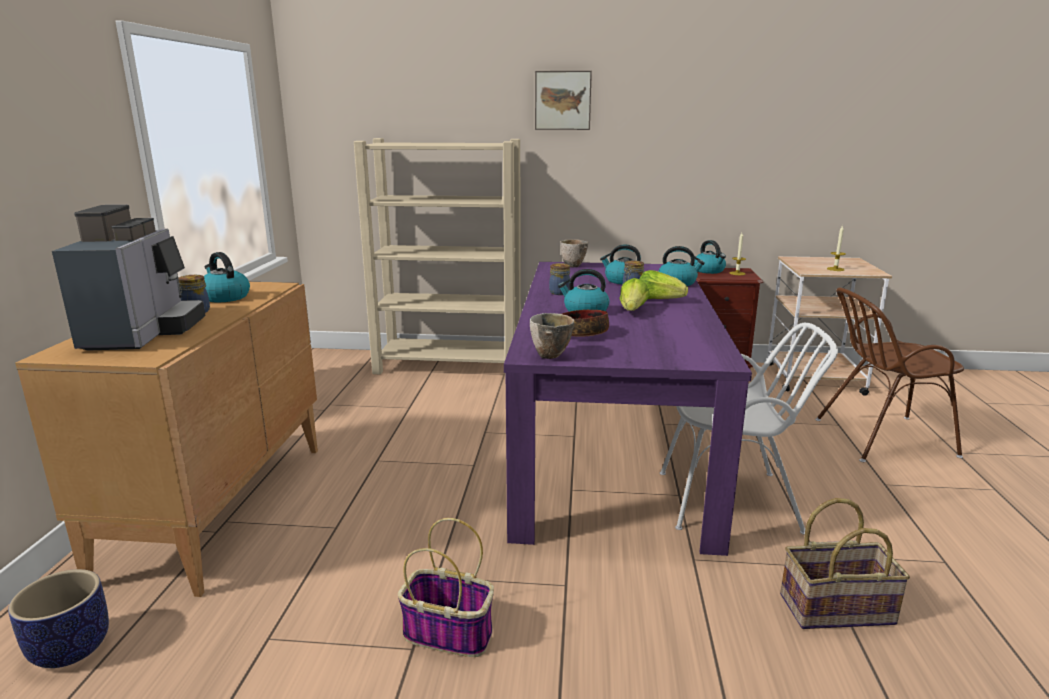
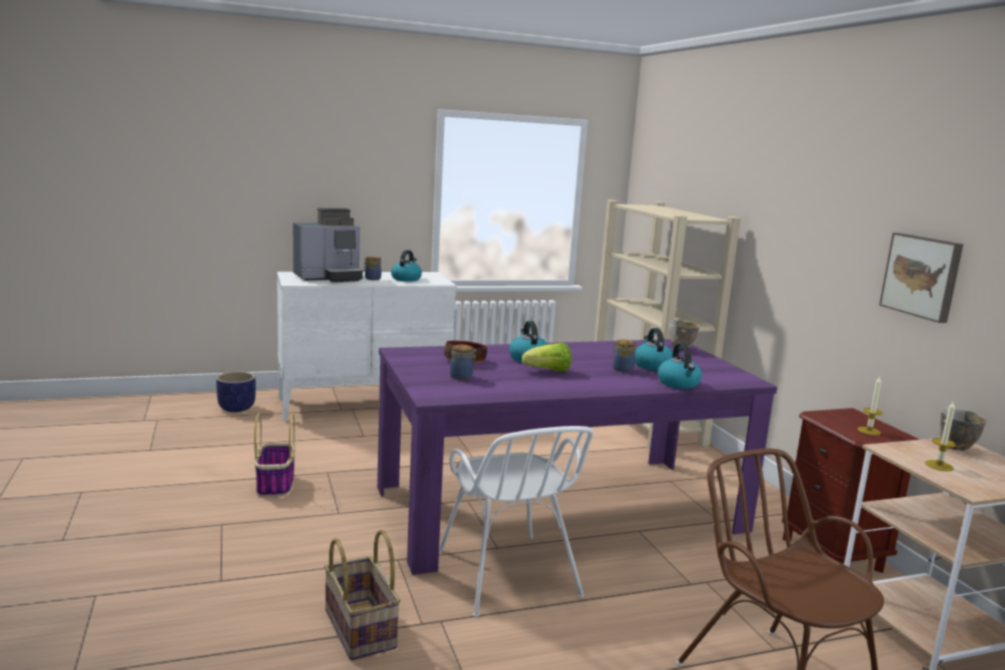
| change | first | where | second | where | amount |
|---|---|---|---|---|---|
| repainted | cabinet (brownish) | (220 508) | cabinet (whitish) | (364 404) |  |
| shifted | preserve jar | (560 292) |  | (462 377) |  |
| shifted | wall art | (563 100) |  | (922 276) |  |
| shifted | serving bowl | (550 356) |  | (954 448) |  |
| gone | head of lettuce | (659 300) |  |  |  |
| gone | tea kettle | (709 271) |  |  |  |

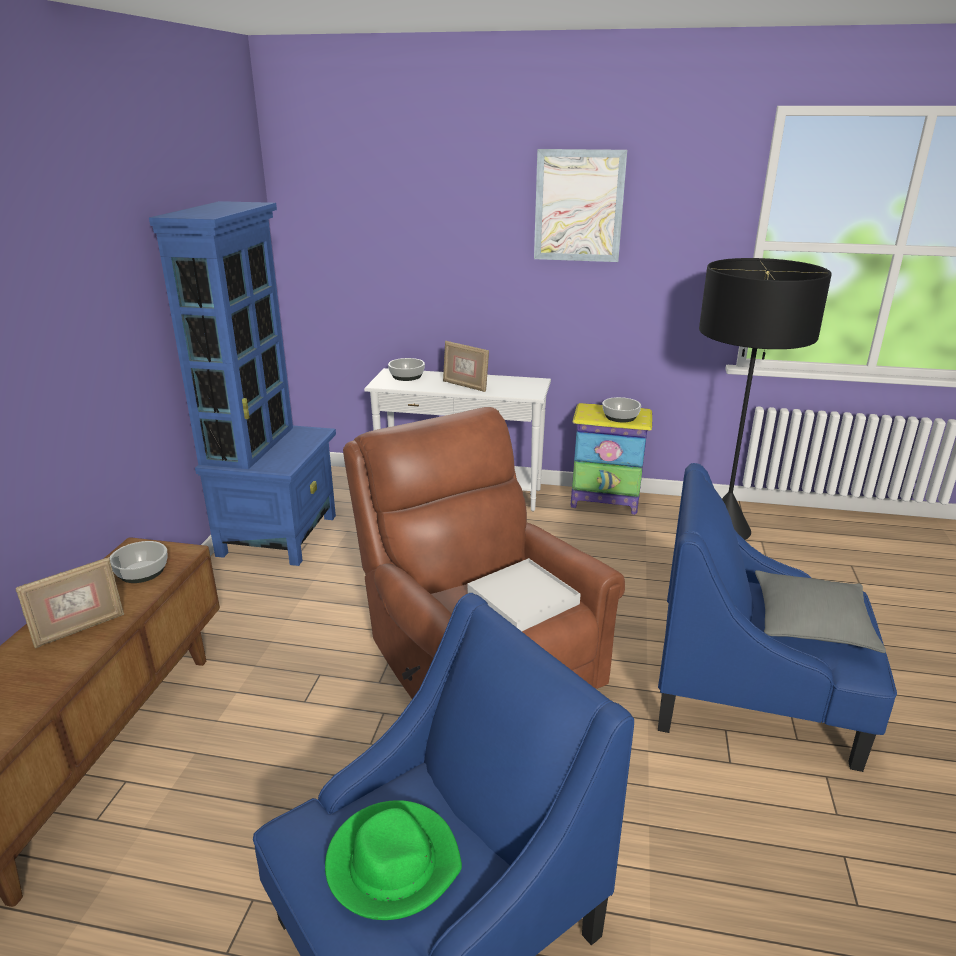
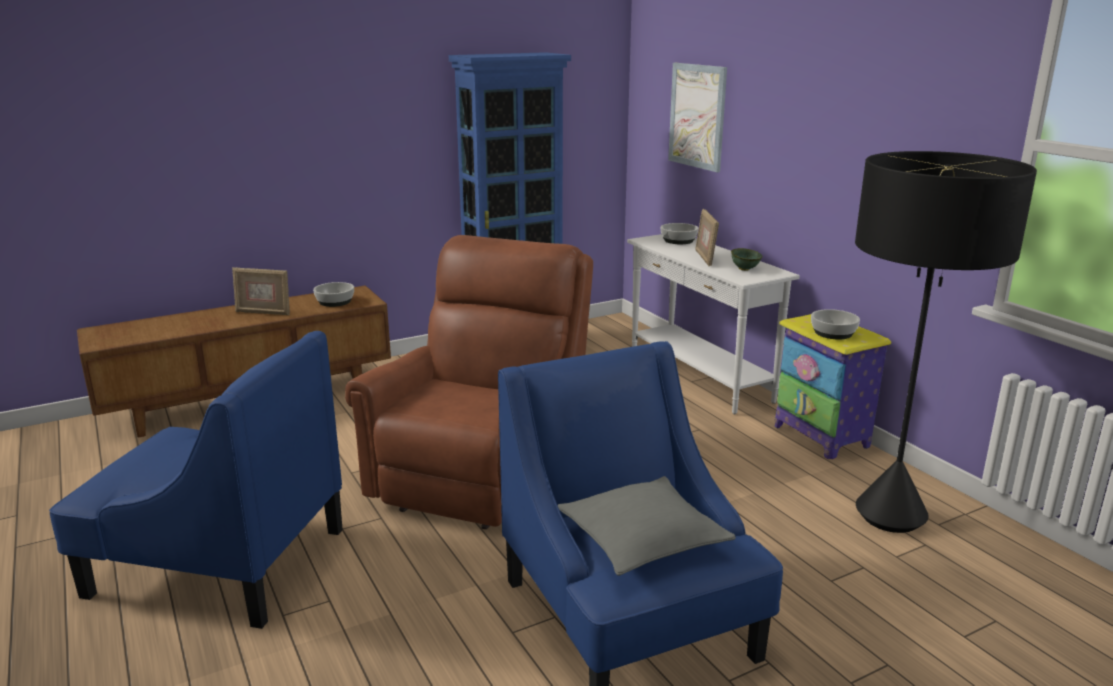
| change | first | where | second | where | amount |
|---|---|---|---|---|---|
| shifted | wall art | (578 206) |  | (697 116) |  |
| new |  |  | serving bowl (greenish) | (745 269) |  |
| gone | clothing hat (greenish) | (392 862) |  |  |  |
| gone | tray (whitish) | (522 598) |  |  |  |

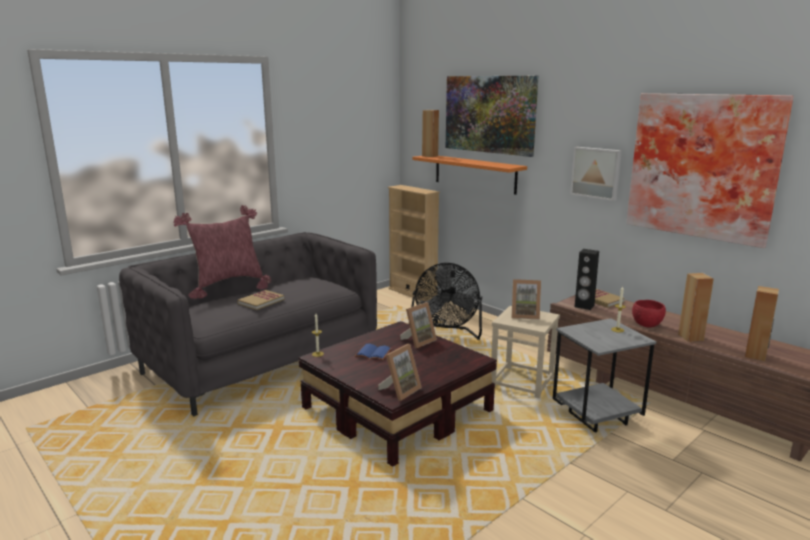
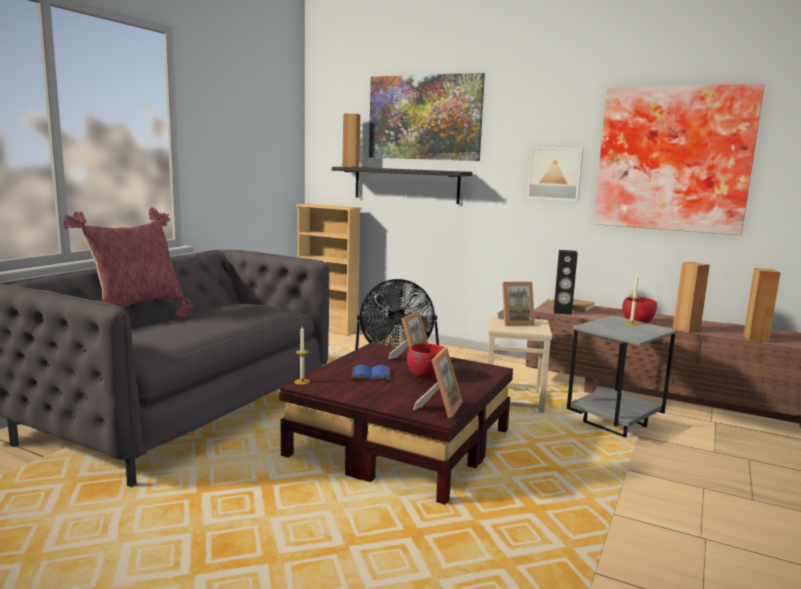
| change | first | where | second | where | amount |
|---|---|---|---|---|---|
| repainted | wall shelf (orange-coloured) | (474 173) | wall shelf (black-coloured) | (406 185) |  |
| new |  |  | serving bowl (red) | (425 376) |  |
| gone | volume | (261 301) |  |  |  |

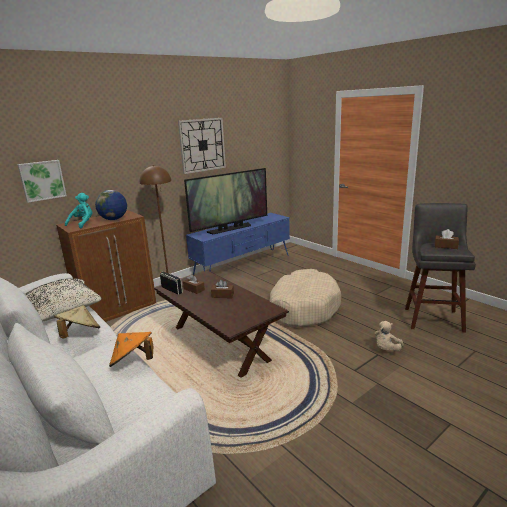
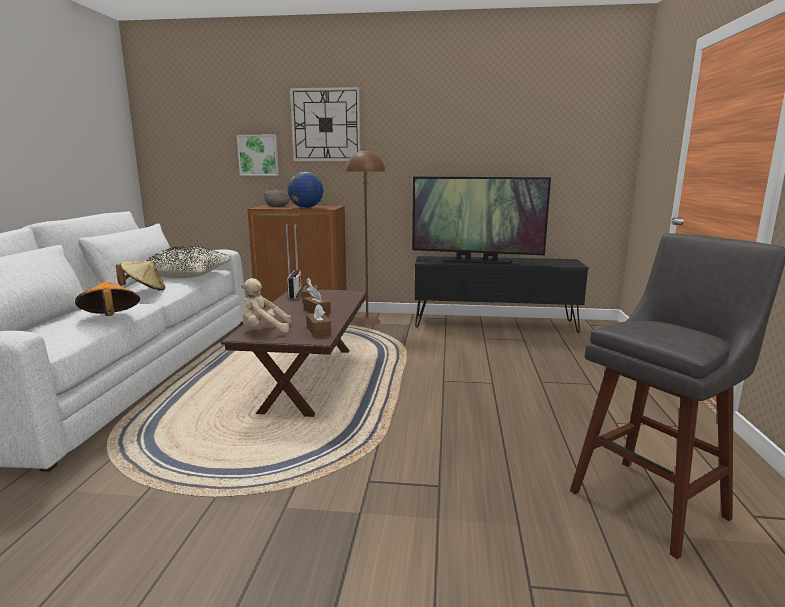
| change | first | where | second | where | amount |
|---|---|---|---|---|---|
| shifted | soft toy (beige) | (386 349) |  | (264 330) |  |
| swapped | soft toy (turquoise) | (83 224) | serving bowl (grey) | (278 206) |  |
| shifted | wall clock | (202 145) |  | (326 125) |  |
| shifted | tissue holder (brownish) | (445 246) |  | (318 331) |  |
| repainted | media console (bluish) | (243 265) | media console (black-coloured) | (495 324) |  |
| gone | pet bed (beige) | (303 307) |  |  |  |

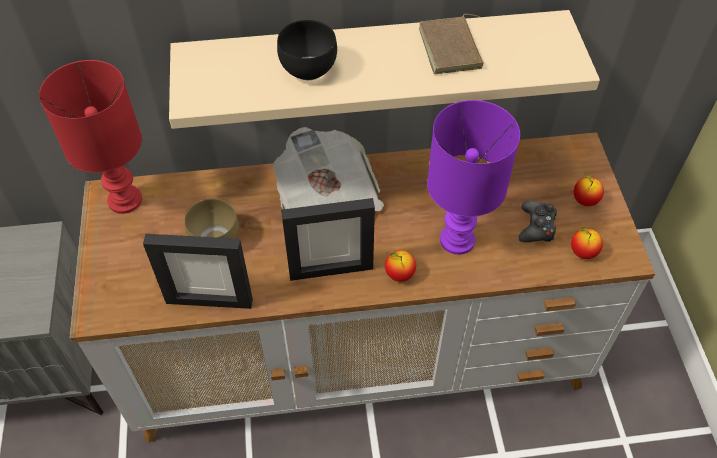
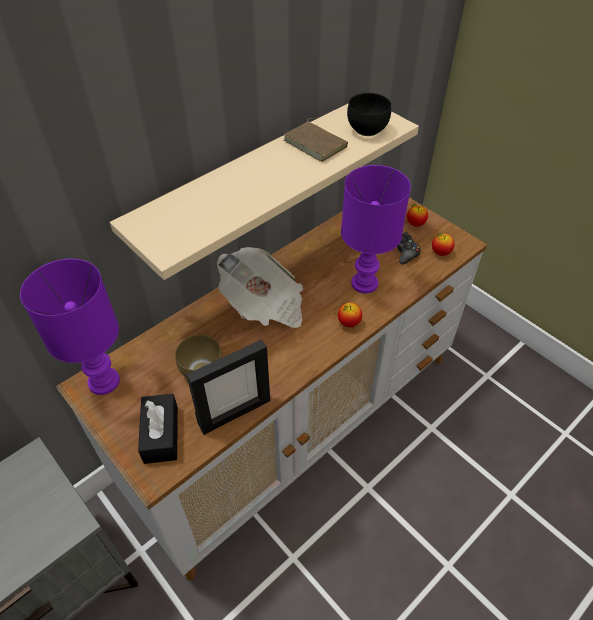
| change | first | where | second | where | amount |
|---|---|---|---|---|---|
| repainted | tabletop lamp (red) | (125 199) | tabletop lamp (purplish) | (103 380) |  |
| new |  |  | tissue holder (black-coloured) | (161 434) |  |
| shifted | serving bowl (black-coloured) | (307 68) |  | (365 129) |  |
| gone | photo frame | (330 268) |  |  |  |

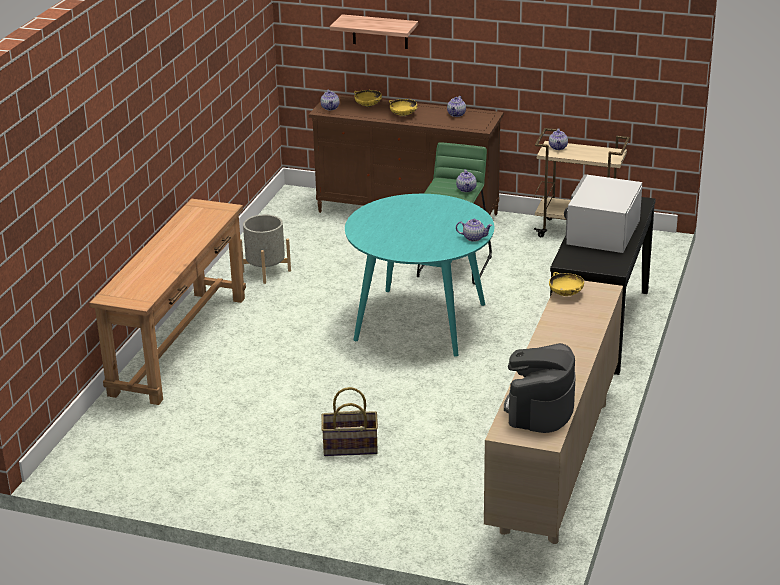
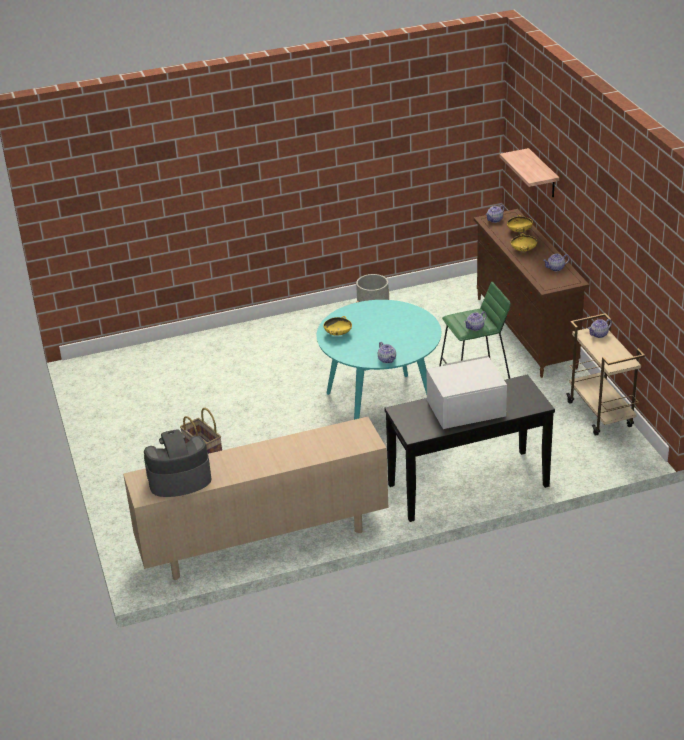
| change | first | where | second | where | amount |
|---|---|---|---|---|---|
| shifted | serving bowl (yellow-coloured) | (566 294) |  | (338 333) |  |
| gone | narrow table (brownish) | (180 344) |  |  |  |

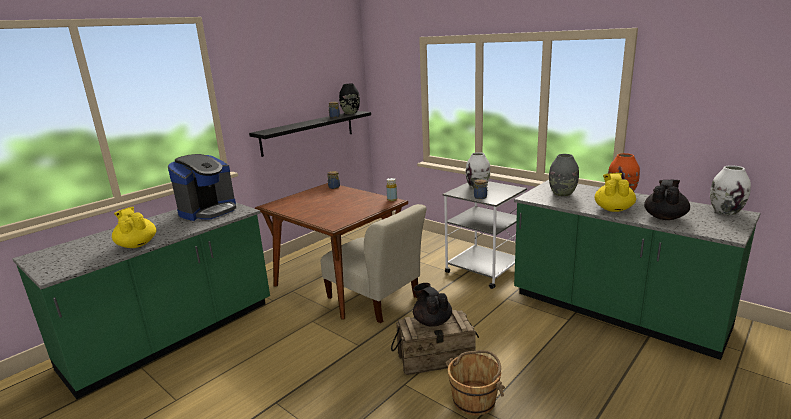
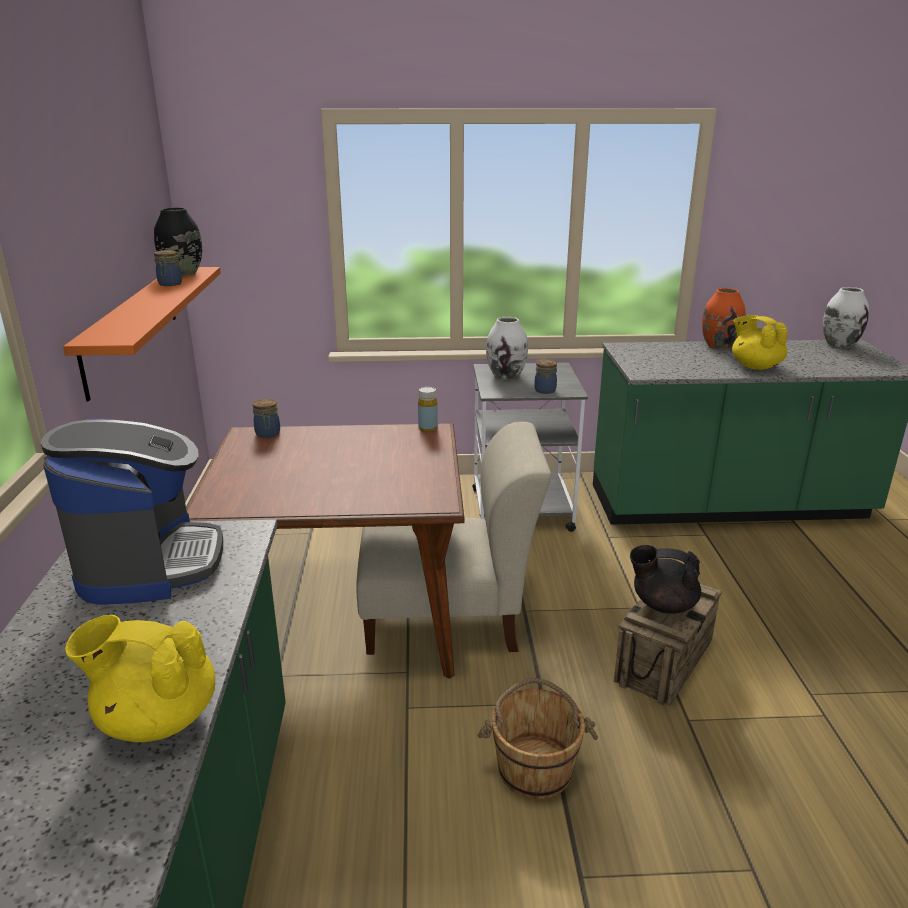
| change | first | where | second | where | amount |
|---|---|---|---|---|---|
| repainted | wall shelf (black-coloured) | (308 132) | wall shelf (orange-coloured) | (132 327) |  |
| shifted | water bucket (brownish) | (474 399) |  | (535 768) |  |
| gone | flower vase (grey) | (562 194) |  |  |  |
| gone | tea pot (black-coloured) | (664 217) |  |  |  |

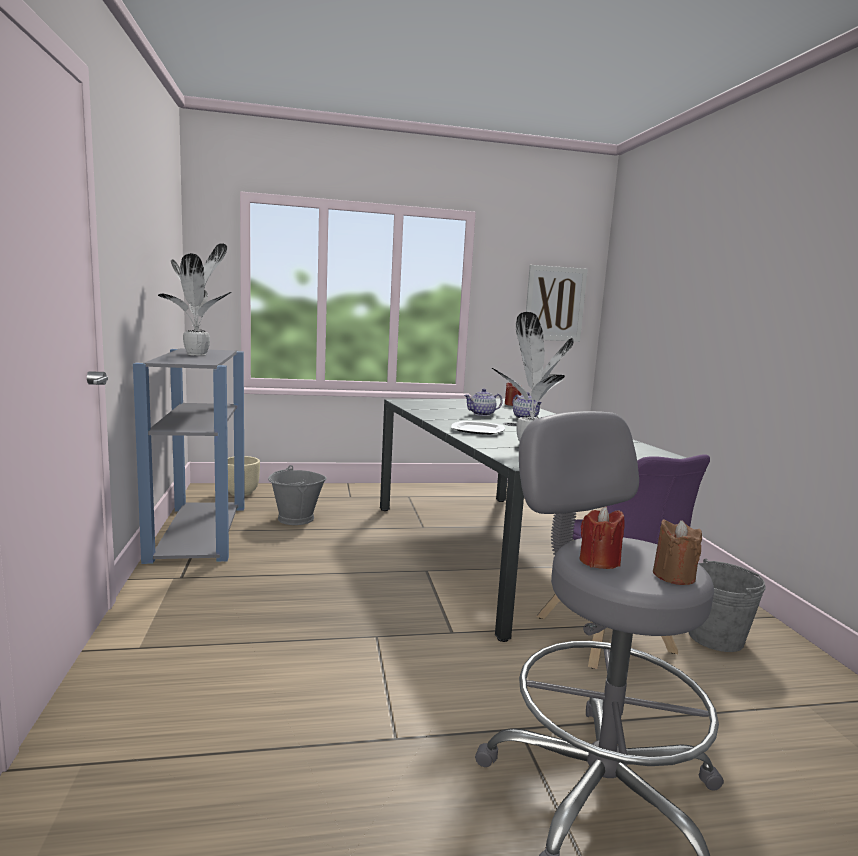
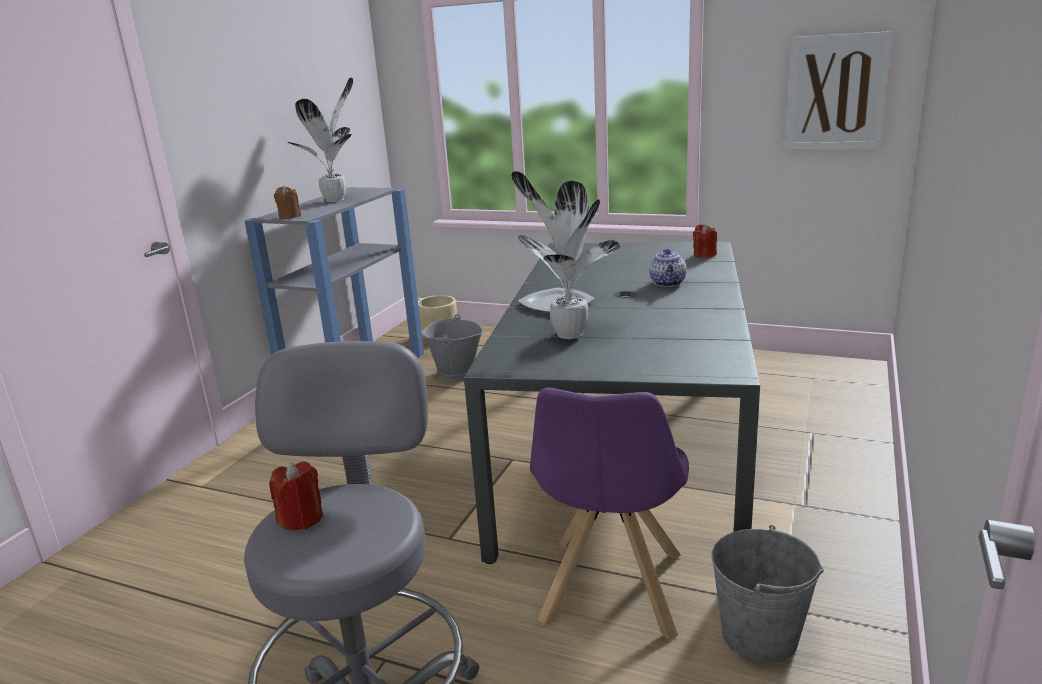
| change | first | where | second | where | amount |
|---|---|---|---|---|---|
| shifted | wax candle (brownish) | (673 576) |  | (289 216) |  |
| gone | tea pot | (482 414) |  |  |  |

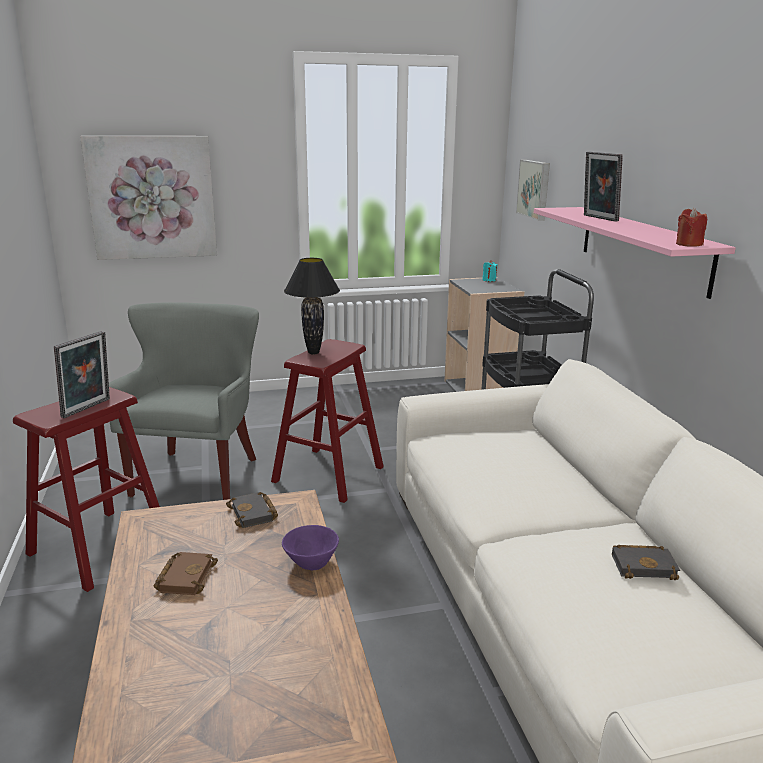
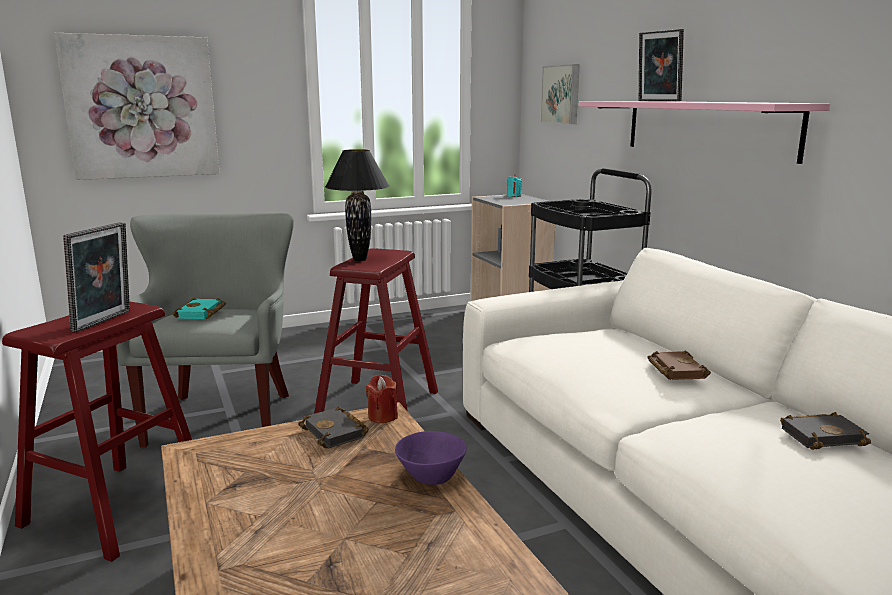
| change | first | where | second | where | amount |
|---|---|---|---|---|---|
| new |  |  | volume (turquoise) | (201 313) |  |
| shifted | wax candle (red) | (688 244) |  | (382 416) |  |
| shifted | volume (brownish) | (185 576) |  | (674 370) |  |

